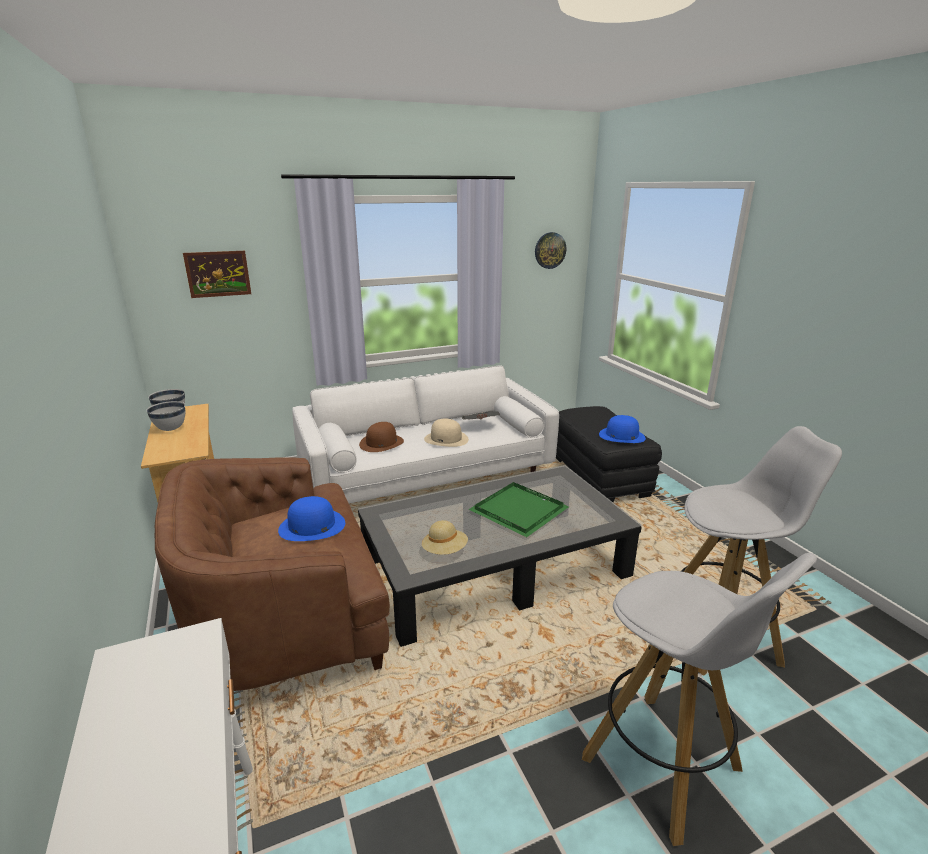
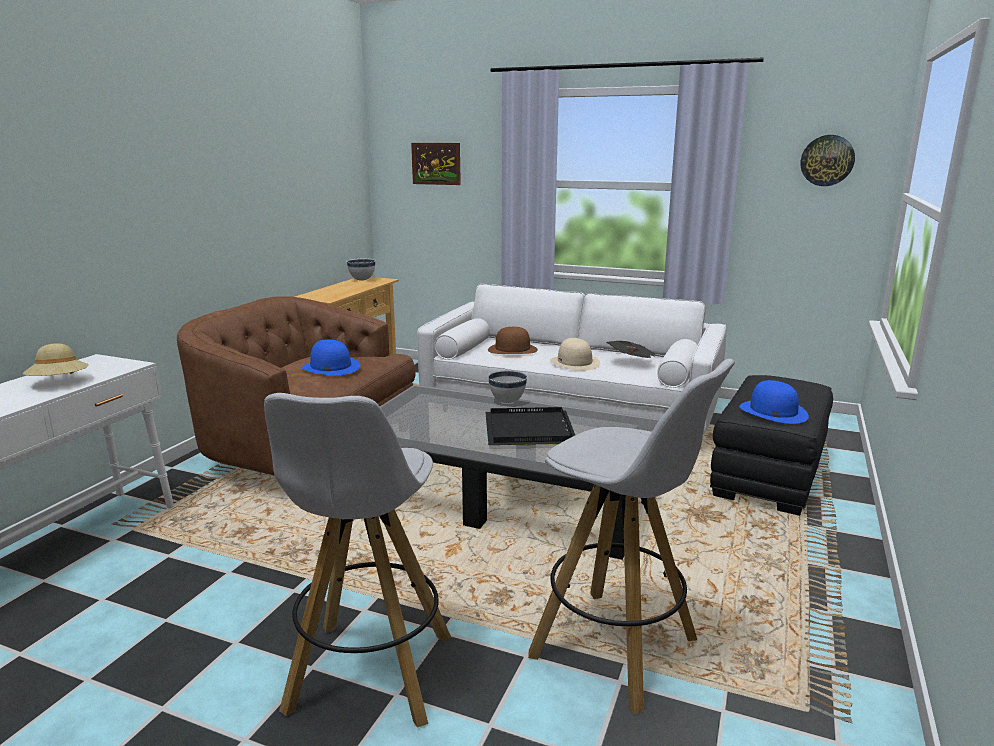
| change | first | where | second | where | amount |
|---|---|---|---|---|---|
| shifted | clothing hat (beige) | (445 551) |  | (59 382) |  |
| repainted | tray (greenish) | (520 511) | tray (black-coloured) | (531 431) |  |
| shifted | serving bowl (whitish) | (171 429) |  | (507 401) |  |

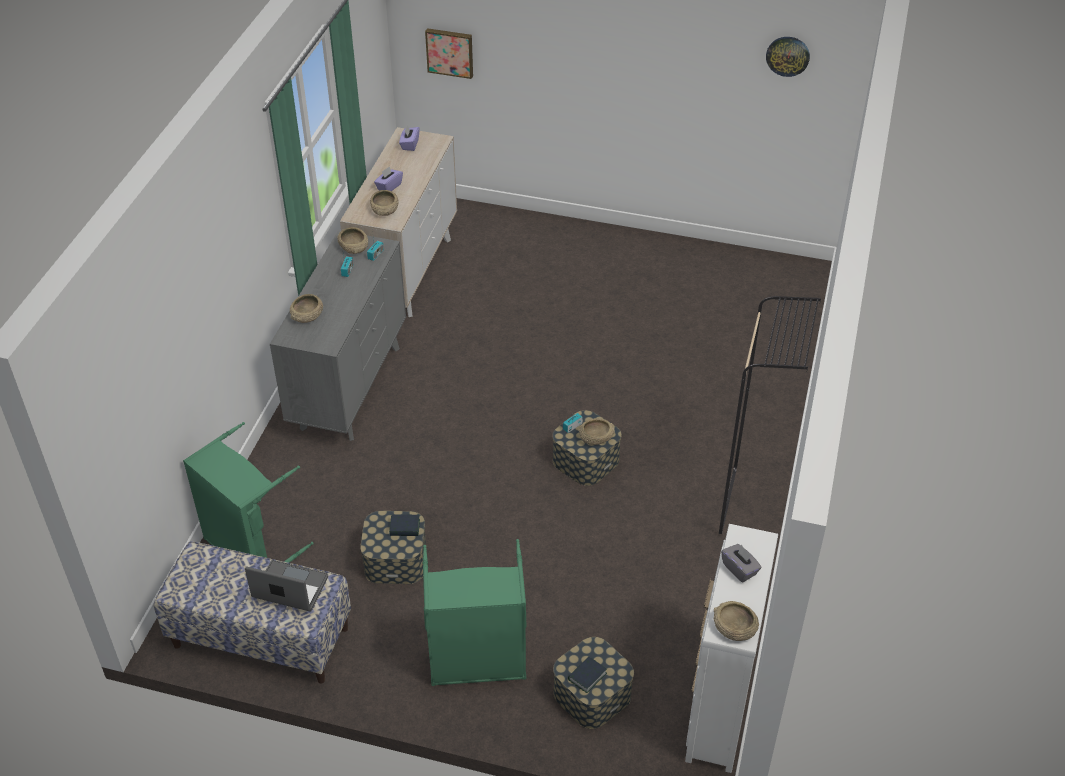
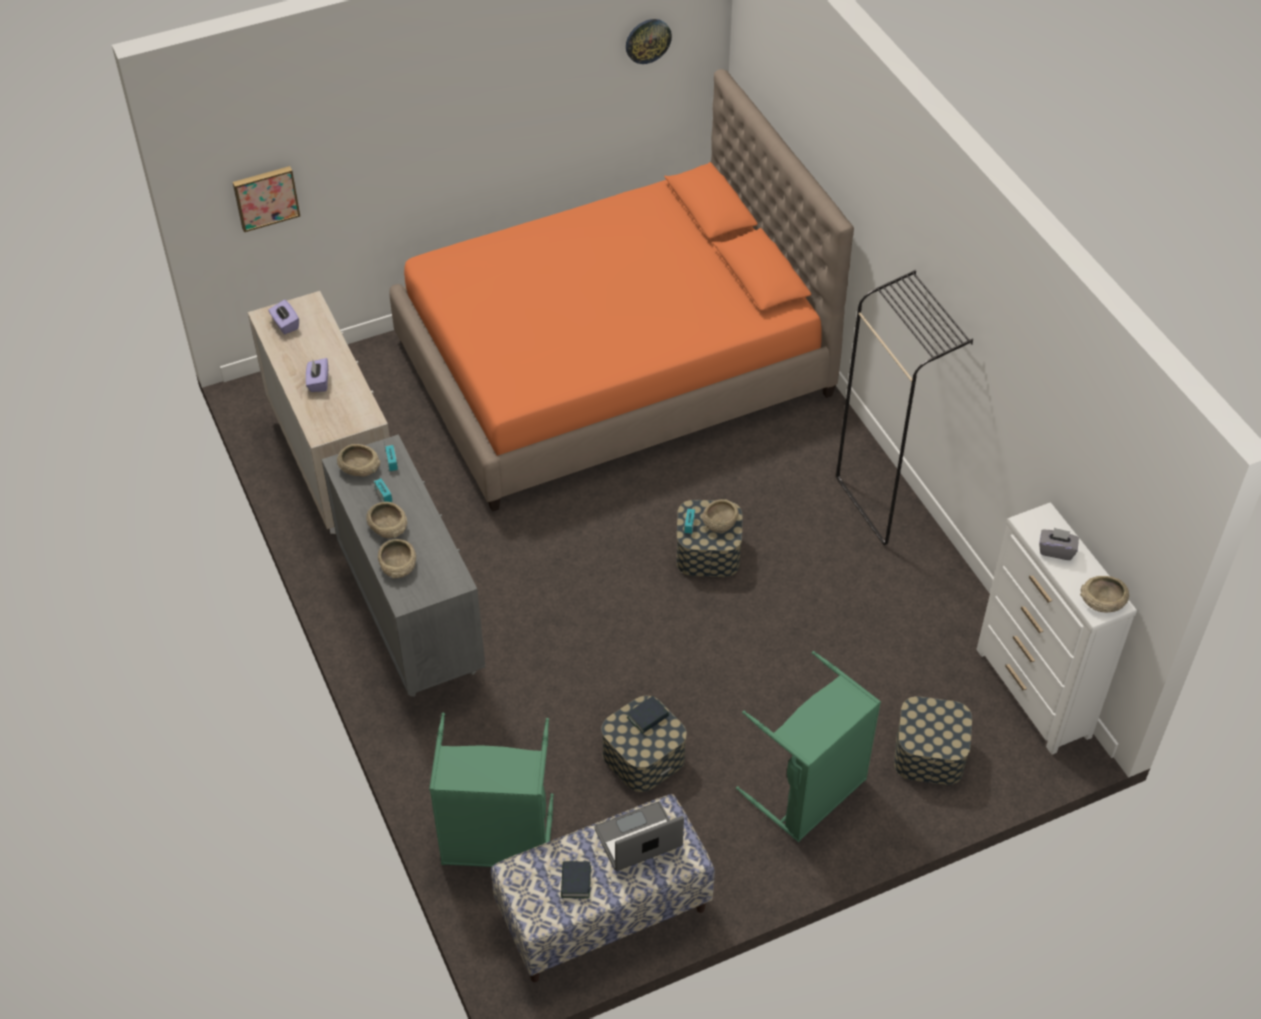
| change | first | where | second | where | amount |
|---|---|---|---|---|---|
| shifted | serving bowl (beige) | (385 209) |  | (388 526) |  |
| new |  |  | sleeping bed (orange-coloured) | (614 367) |  |
| shifted | volume | (587 676) |  | (575 882) |  |

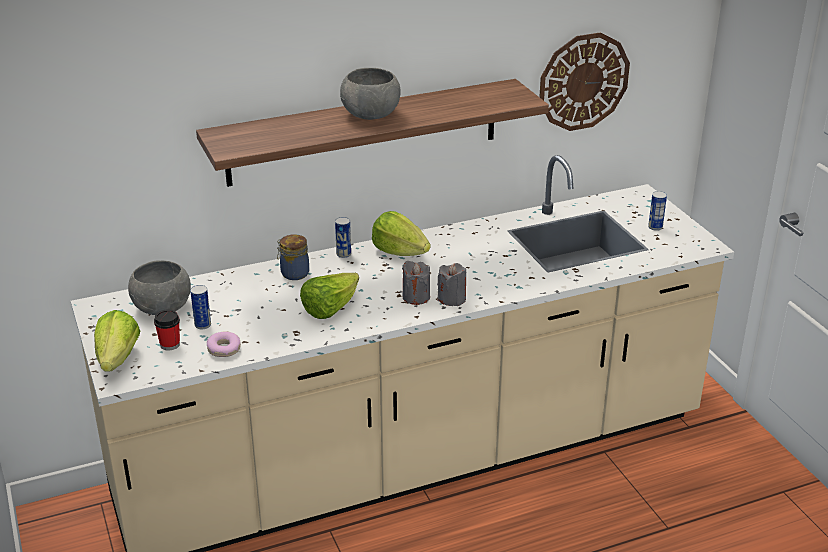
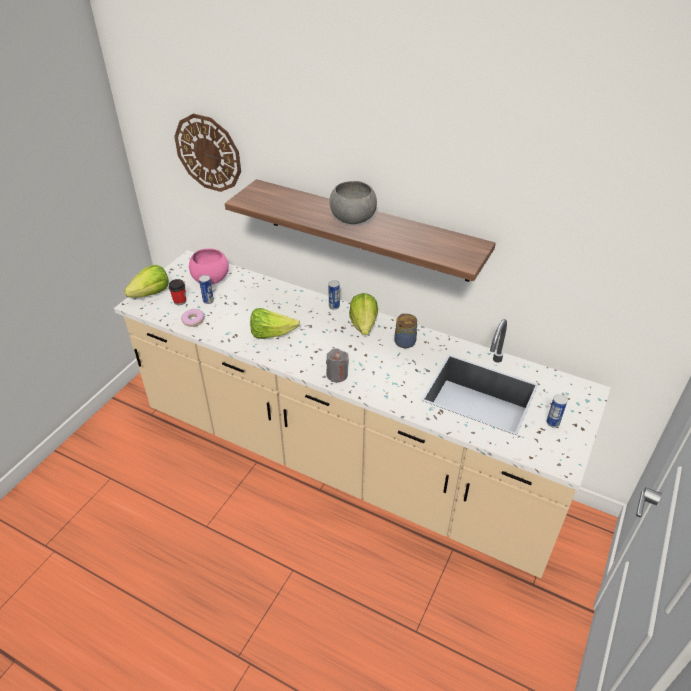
| change | first | where | second | where | amount |
|---|---|---|---|---|---|
| shifted | wall clock | (583 81) |  | (208 153) |  |
| repainted | serving bowl (grey) | (163 307) | serving bowl (pinkish) | (211 279) |  |
| shifted | preserve jar | (293 273) |  | (404 341) |  |
| gone | wax candle (grey) | (416 297) |  |  |  |

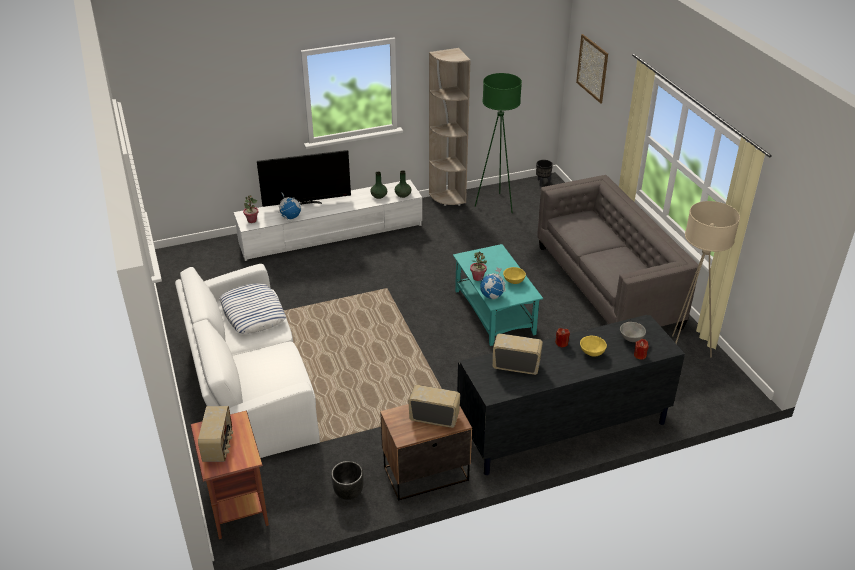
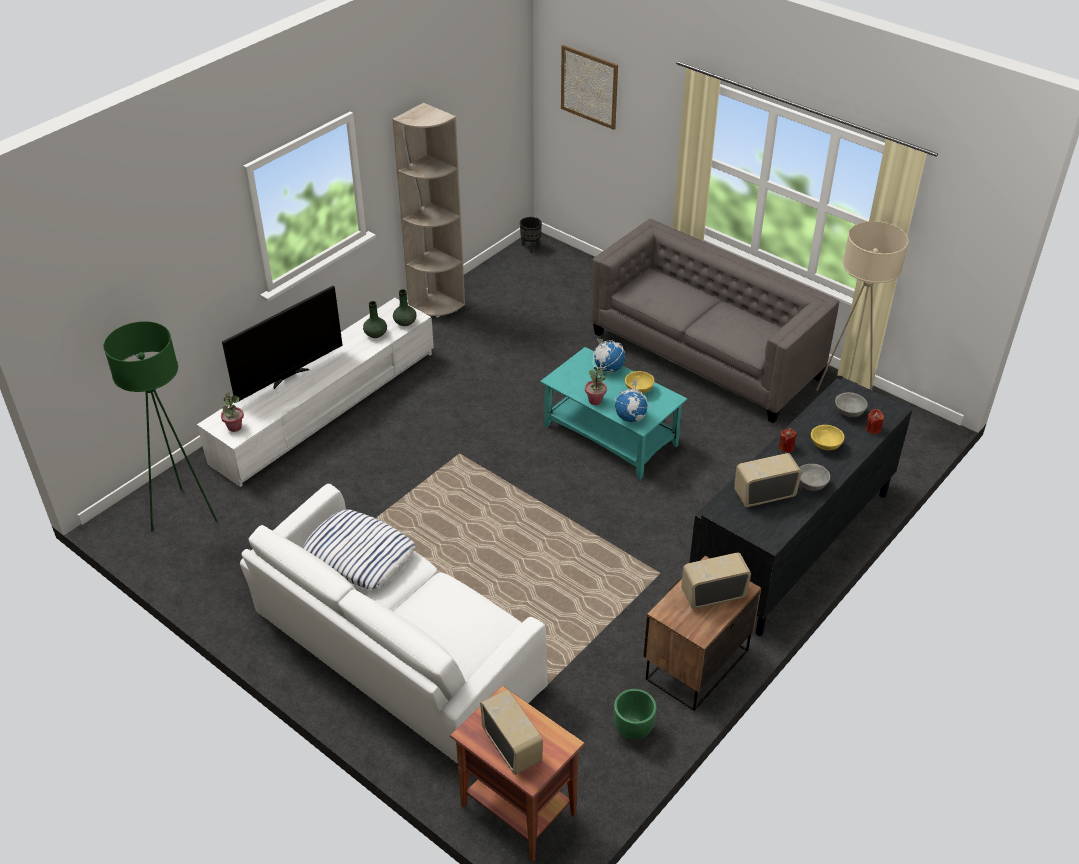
| change | first | where | second | where | amount |
|---|---|---|---|---|---|
| shifted | standard lamp (greenish) | (495 204) |  | (184 514) |  |
| shifted | globe | (290 217) |  | (608 368) |  |
| repainted | flower pot (black-coloured) | (348 493) | flower pot (greenish) | (633 730) |  |
| new |  |  | serving bowl (grey) | (810 485) |  |

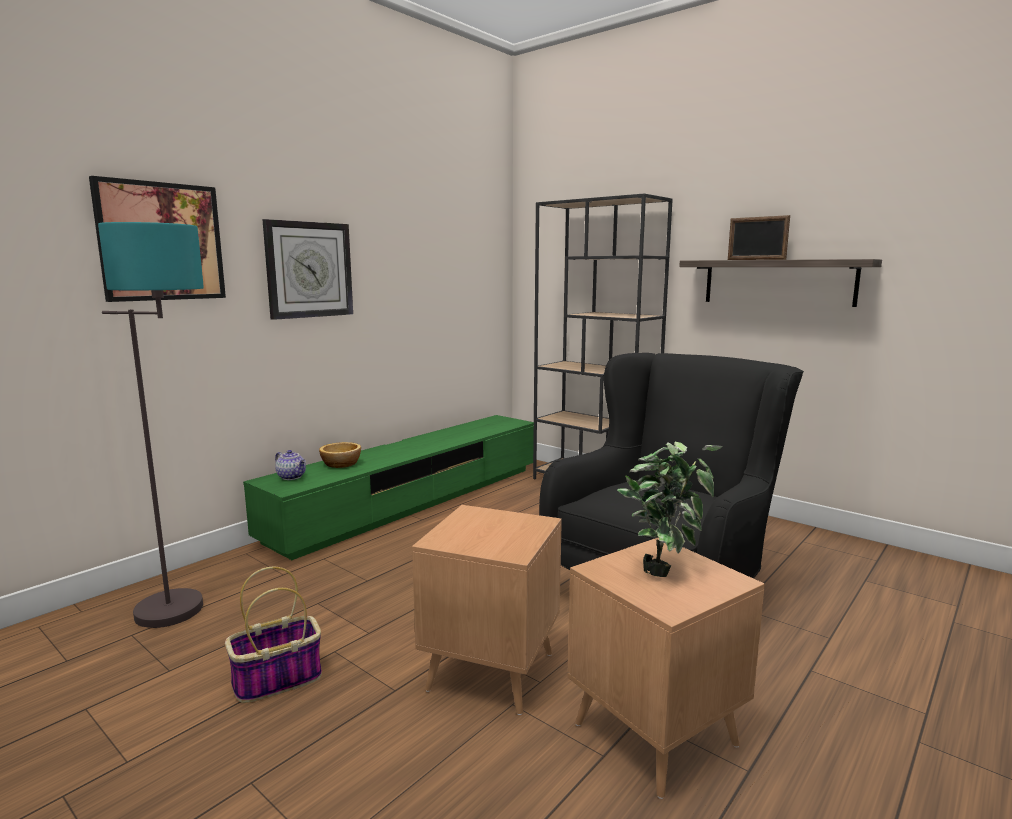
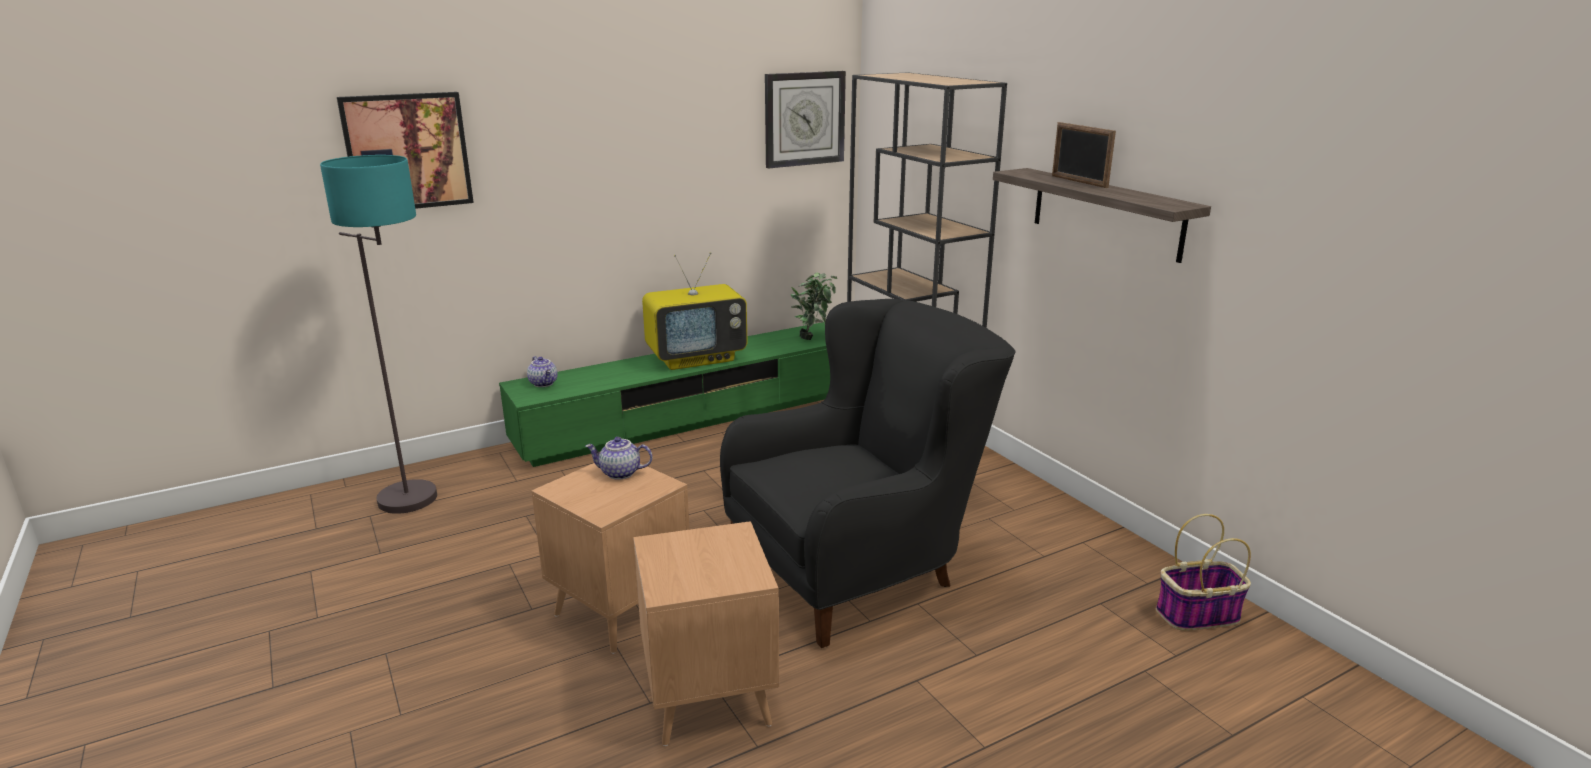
| change | first | where | second | where | amount |
|---|---|---|---|---|---|
| new |  |  | tea pot | (619 473) |  |
| new |  |  | TV | (697 358) |  |
| shifted | wall clock | (309 270) |  | (804 119) |  |
| shifted | potted plant | (663 569) |  | (813 338) |  |
| shifted | basket | (276 680) |  | (1197 615) |  |
| gone | serving bowl | (342 464) |  |  |  |

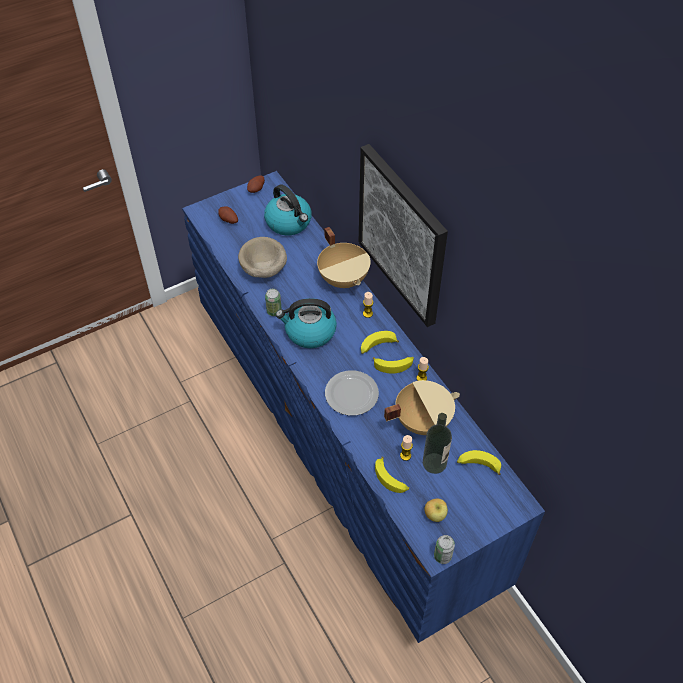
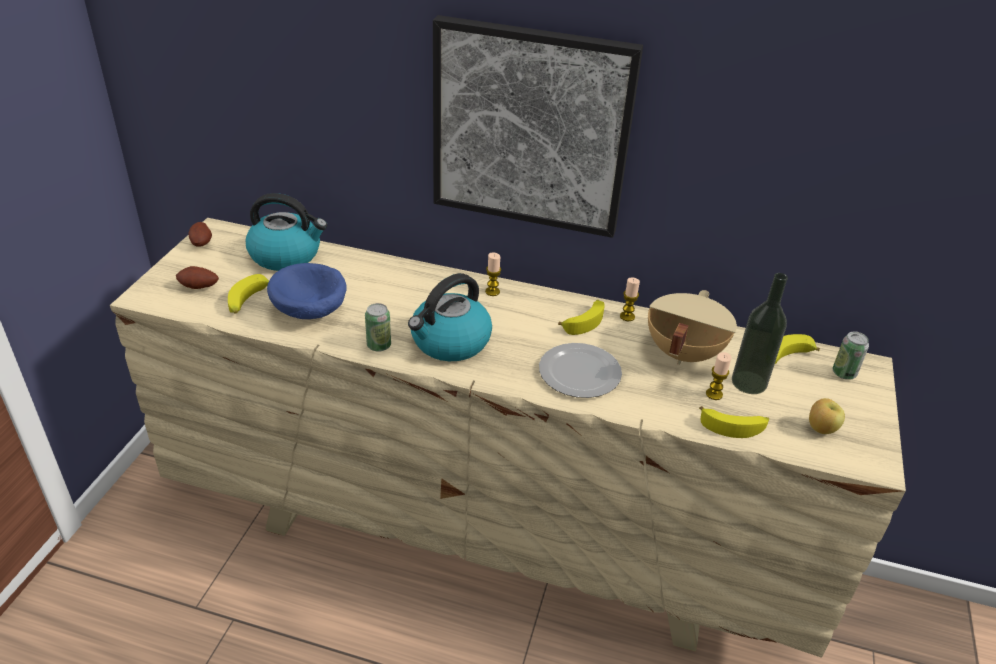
| change | first | where | second | where | amount |
|---|---|---|---|---|---|
| repainted | cabinet (bluish) | (343 452) | cabinet (beige) | (489 543) |  |
| shifted | banana fruit | (377 346) |  | (248 301) |  |
| repainted | serving bowl (beige) | (263 269) | serving bowl (bluish) | (310 313) |  |
| shifted | sealed can | (442 556) |  | (844 373) |  |
| gone | saucepot (beige) | (344 278) |  |  |  |

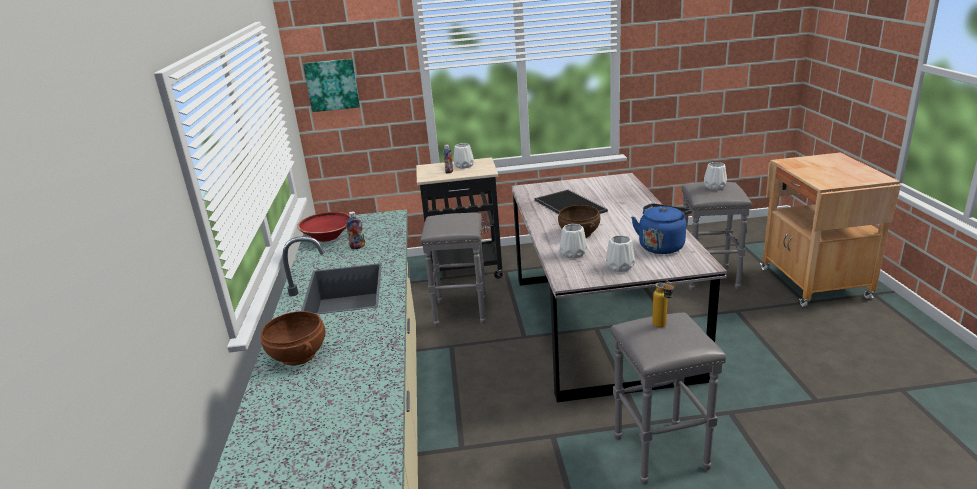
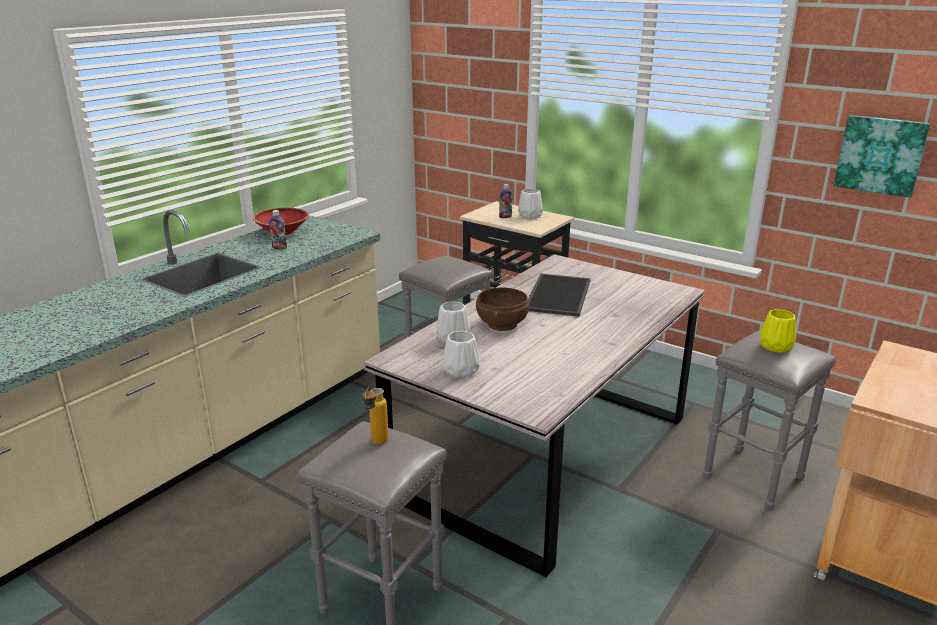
| change | first | where | second | where | amount |
|---|---|---|---|---|---|
| repainted | flower vase (whitish) | (714 187) | flower vase (yellow-coloured) | (774 346) |  |
| shifted | wall art | (332 85) |  | (880 155) |  |
| gone | serving bowl (brownish) | (299 355) |  |  |  |
| gone | tea kettle (bluish) | (662 246) |  |  |  |

